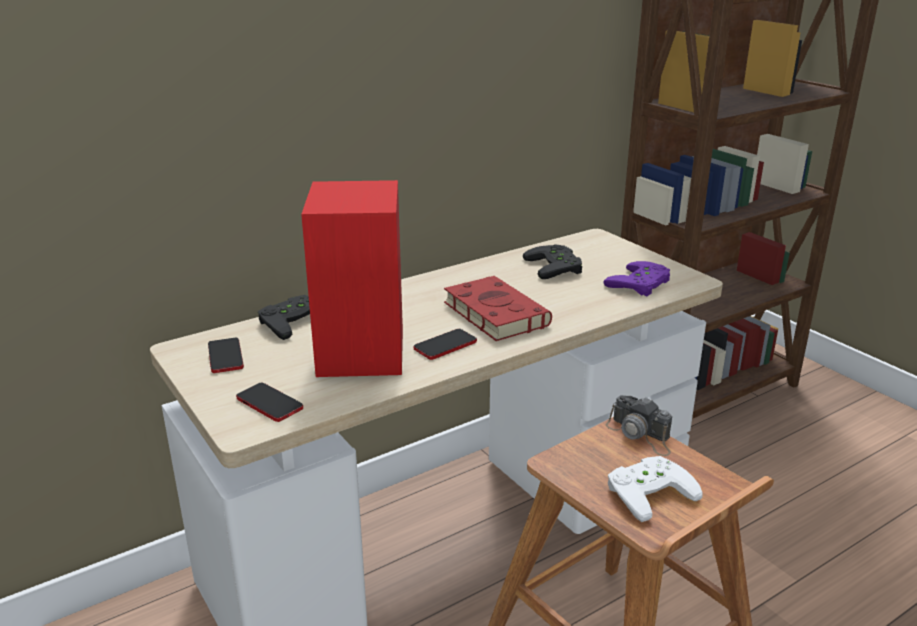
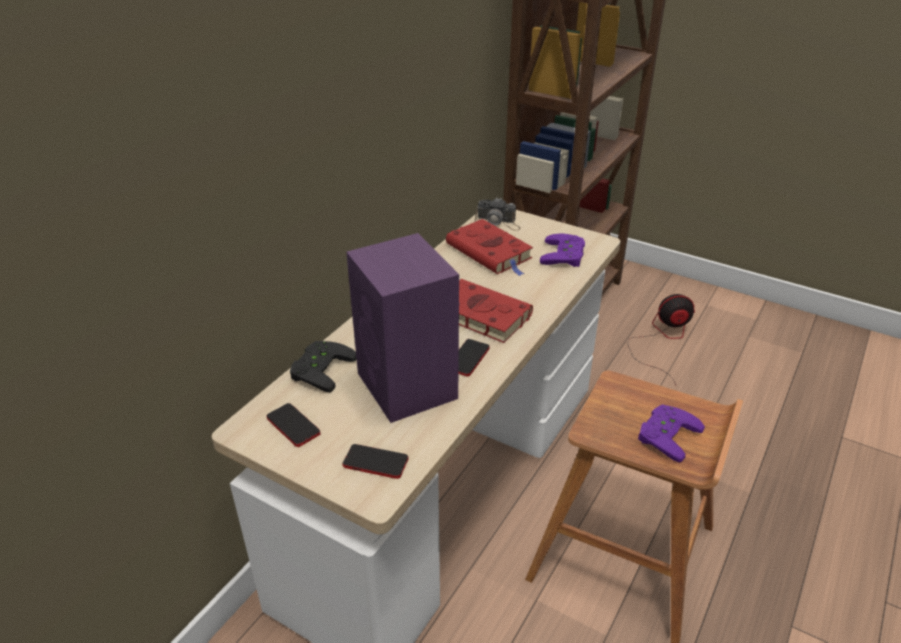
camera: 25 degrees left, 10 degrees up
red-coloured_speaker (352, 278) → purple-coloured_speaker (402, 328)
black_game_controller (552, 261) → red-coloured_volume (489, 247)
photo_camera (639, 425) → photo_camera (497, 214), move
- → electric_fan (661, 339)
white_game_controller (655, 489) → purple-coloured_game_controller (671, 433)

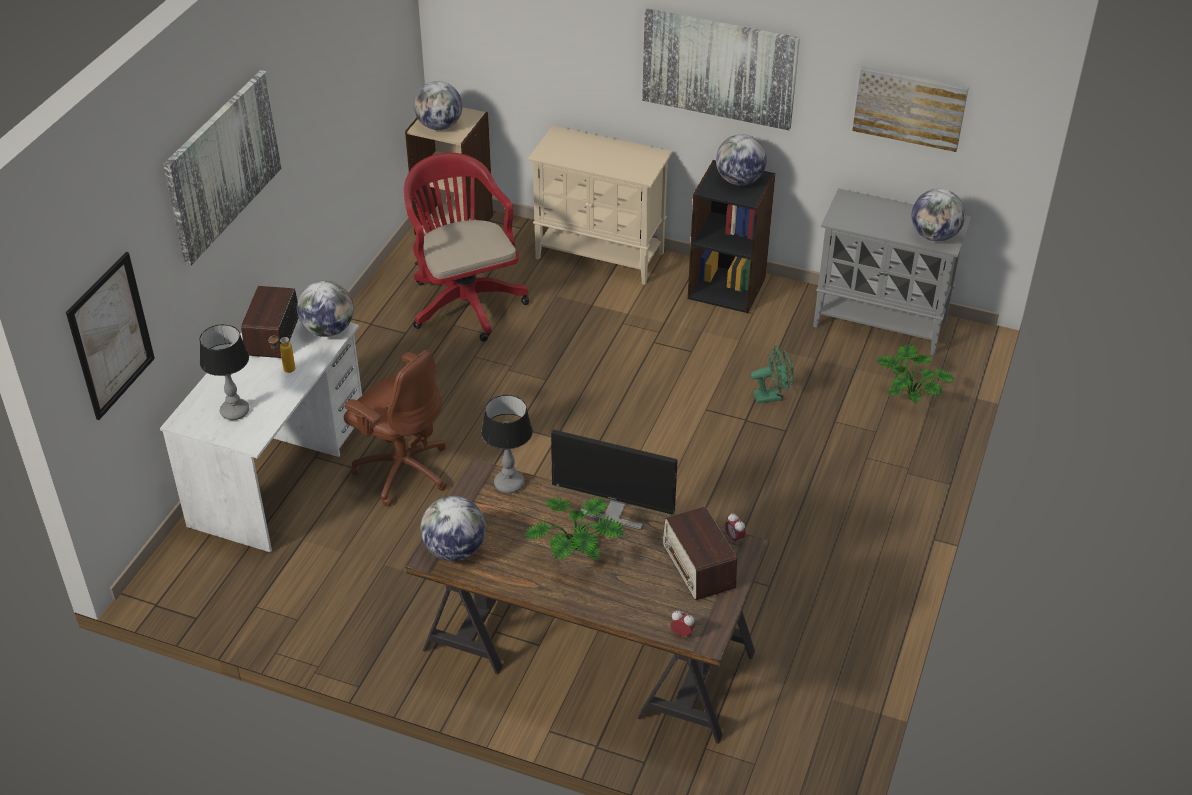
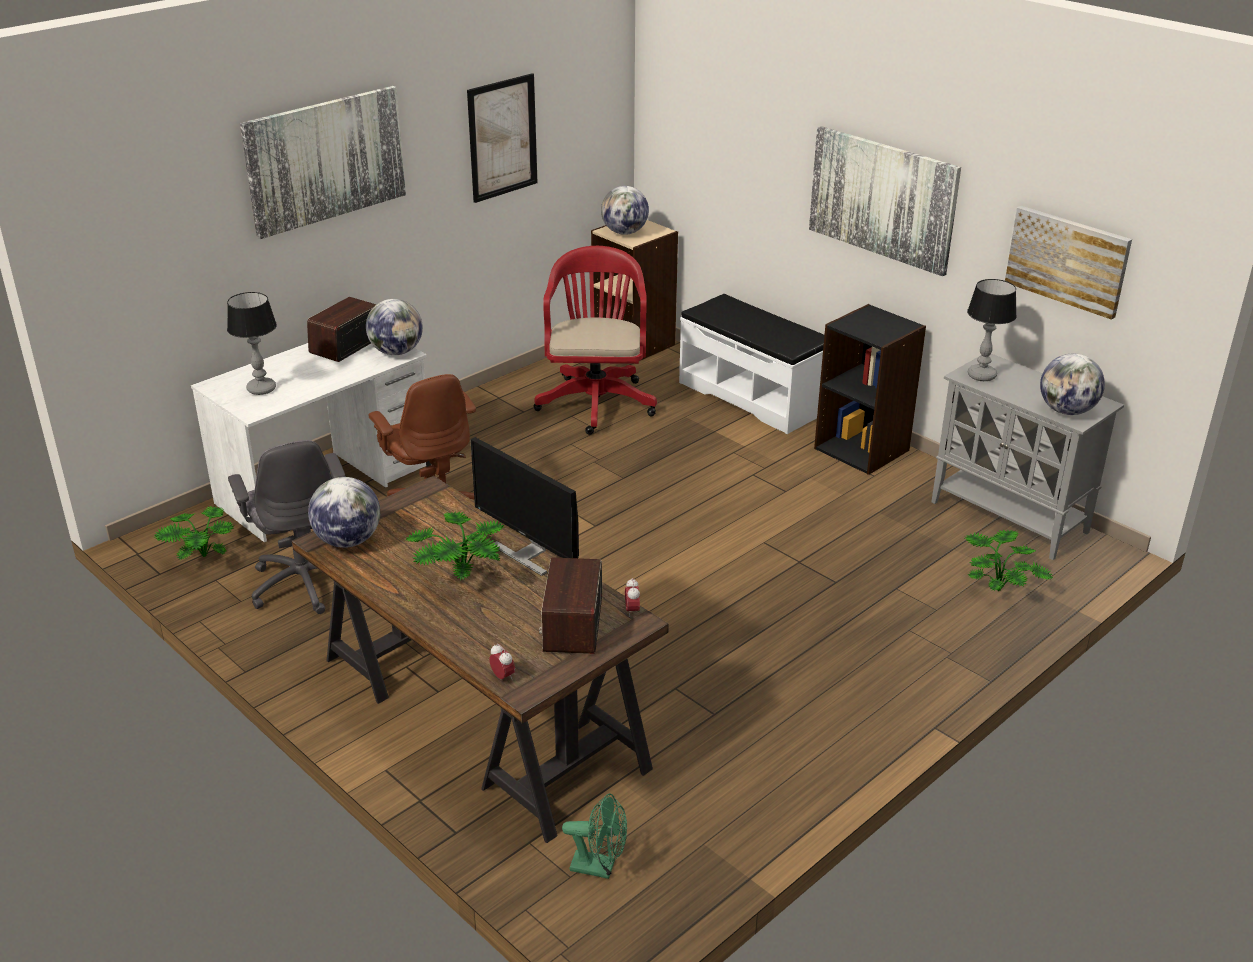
camera: 25 degrees right, 10 degrees down
- → plant_in_a_pot (194, 533)
- → gray_desk_chair (286, 527)
wall_art (110, 336) → wall_art (502, 138), move
green_electric_fan (772, 374) → green_electric_fan (594, 836), move
sand-coloured_cupboard (600, 205) → white_bench (751, 364)
tabletop_lamp (507, 444) → tabletop_lamp (992, 330), move
bottle (281, 354) → -
globe (741, 159) → -

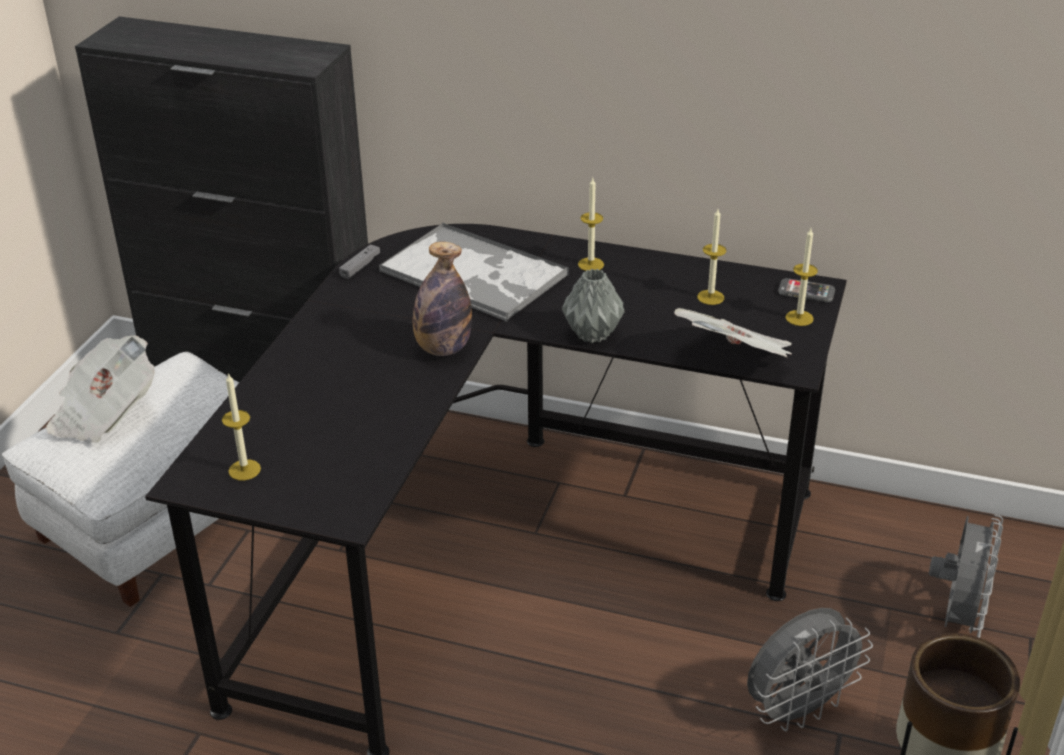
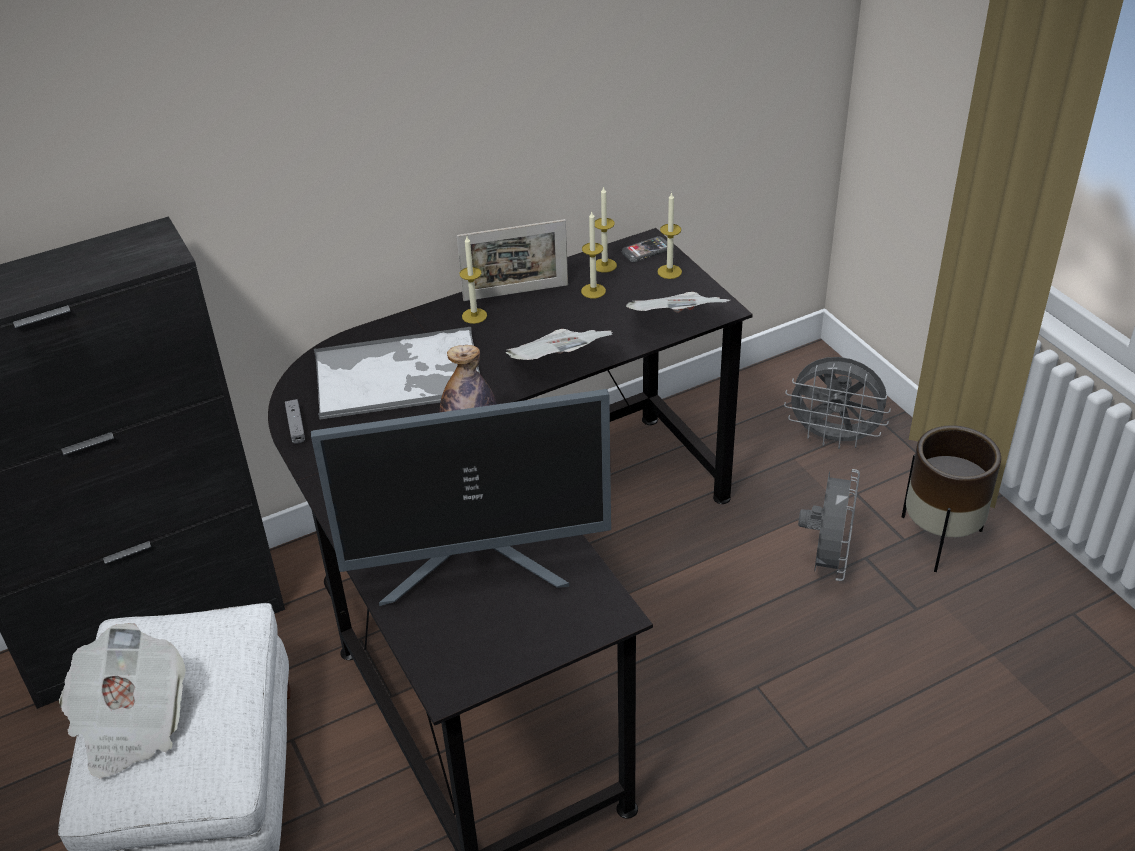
camera: 45 degrees left, 5 degrees up
- → computer_display (461, 497)
- → standing_frame (512, 260)
gray_flower_vase (593, 306) → daily_paper (559, 344)
wax_light (241, 426) → wax_light (606, 229), move
gray_electric_fan (966, 576) → gray_electric_fan (837, 403), 135 degrees clockwise

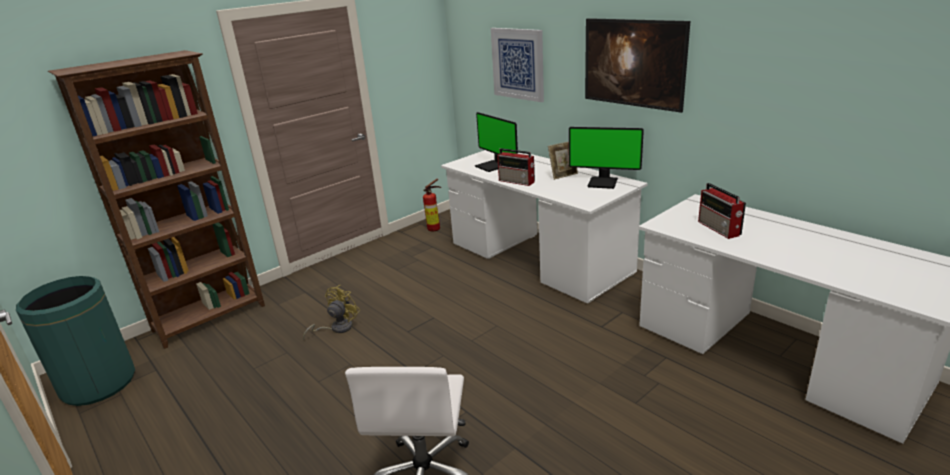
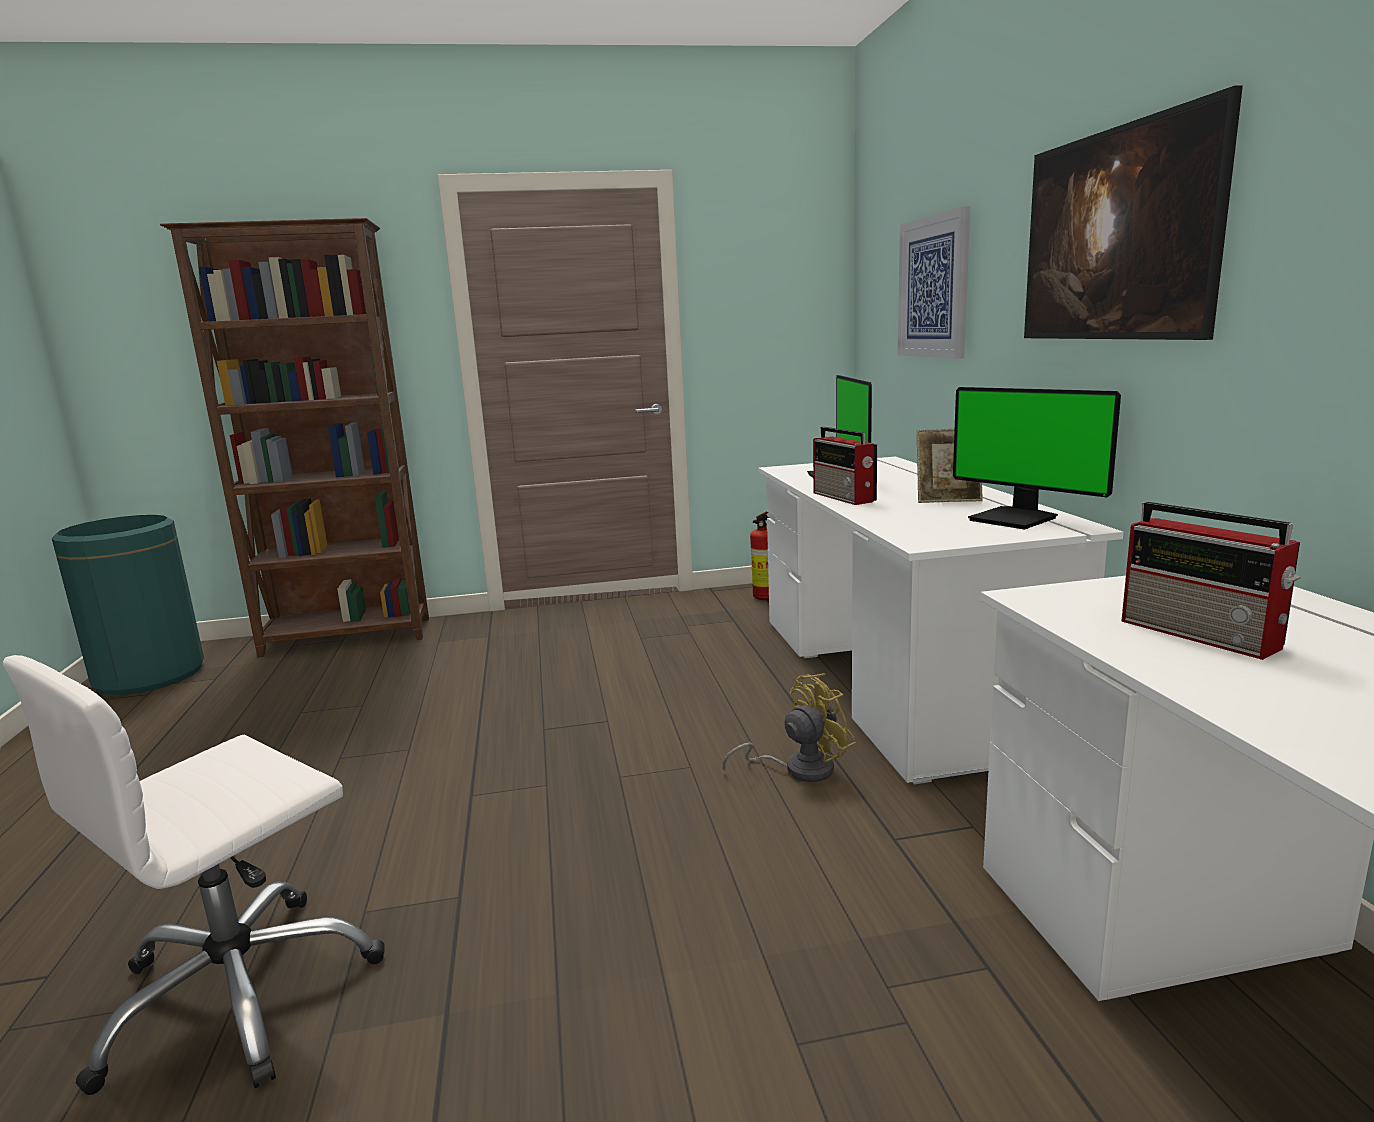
camera: 30 degrees right, 10 degrees down
yellow_electric_fan (331, 312) → yellow_electric_fan (789, 727), move
radio (722, 211) → radio (1210, 581), 45 degrees counterclockwise

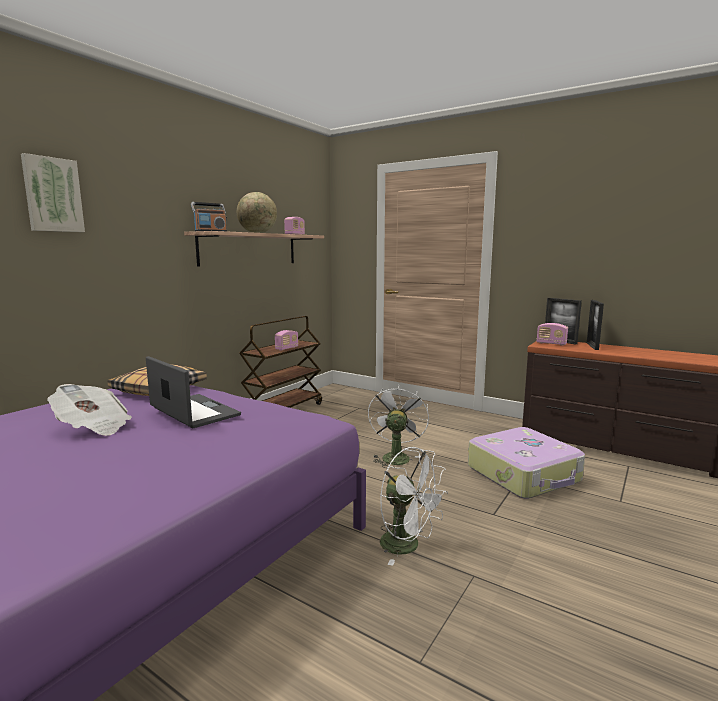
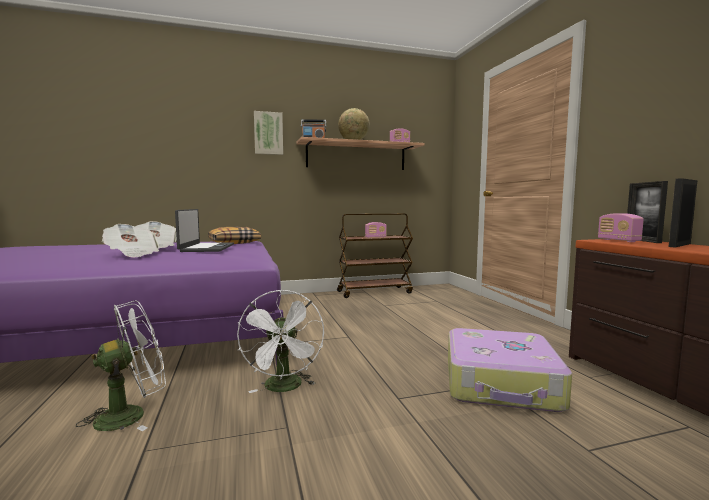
camera: 40 degrees right, 5 degrees down
white_electric_fan (398, 426) → white_electric_fan (121, 365), move
- → daily_paper (130, 240)
wall_art (53, 192) → wall_art (268, 133), move

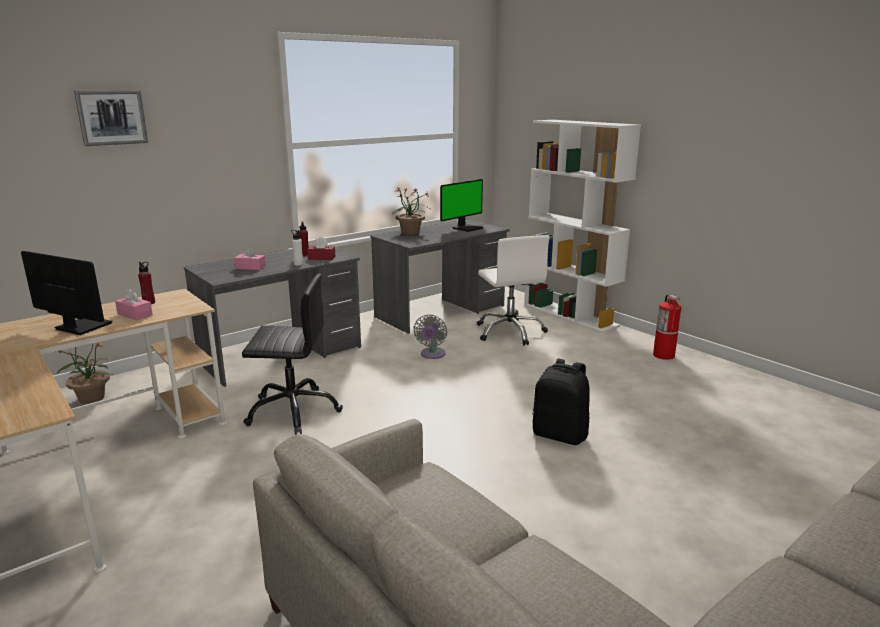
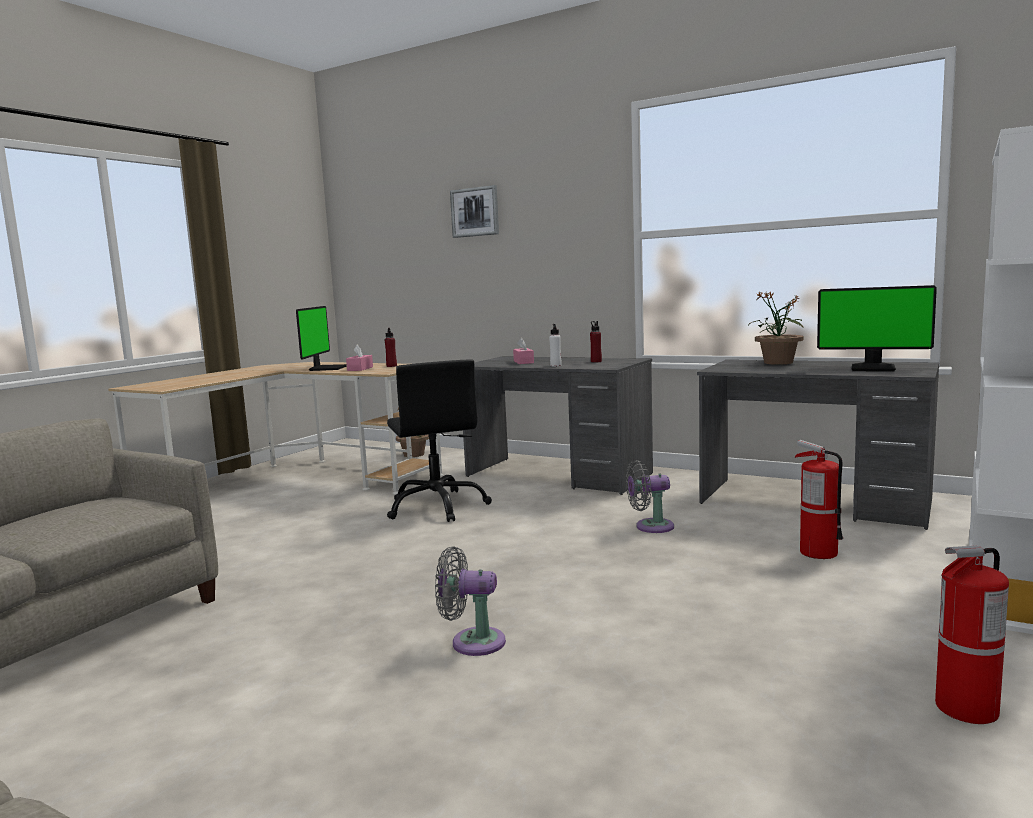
camera: 70 degrees right, 10 degrees down
black_rucksack (561, 402) → gray_electric_fan (470, 601)
white_desk_chair (513, 290) → fire_extinguisher (818, 499)
red-coloured_tissue_holder (321, 248) → -

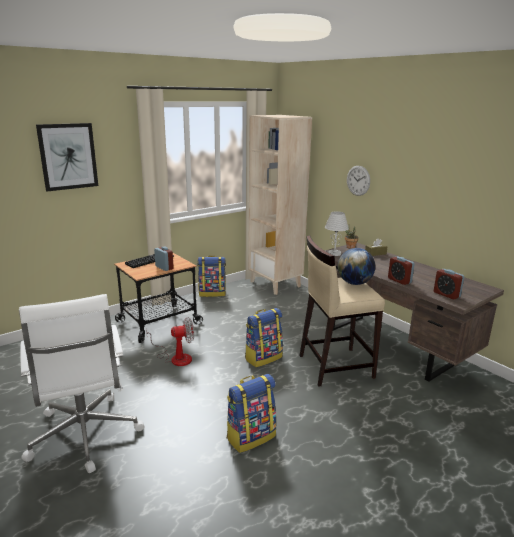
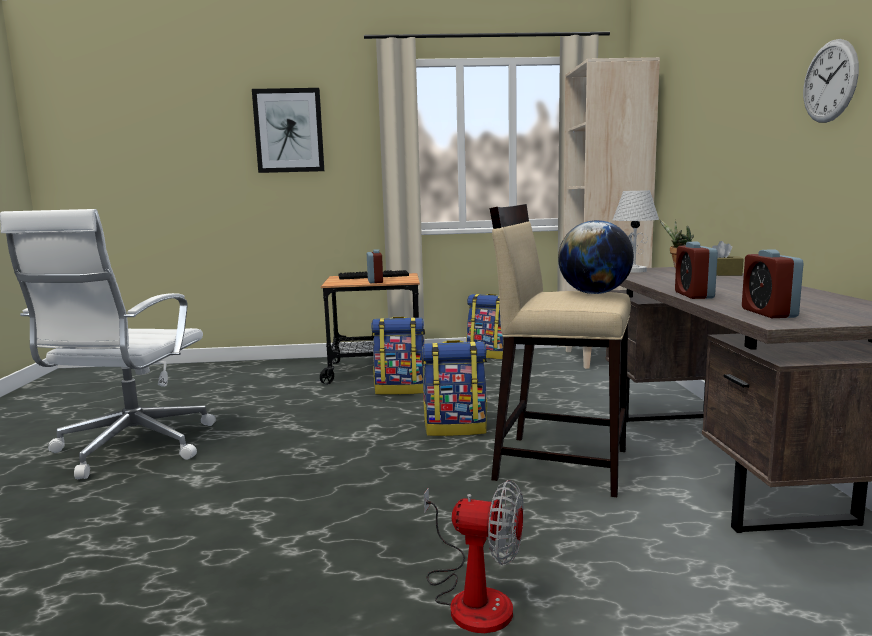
camera: 35 degrees right, 10 degrees down
rucksack (252, 413) → rucksack (398, 355), move
electric_fan (170, 342) → electric_fan (474, 556), move
wall_clock (358, 181) → wall_clock (831, 81), move

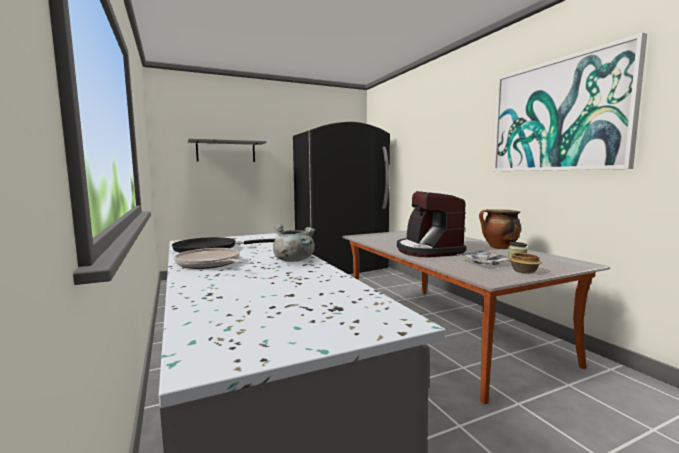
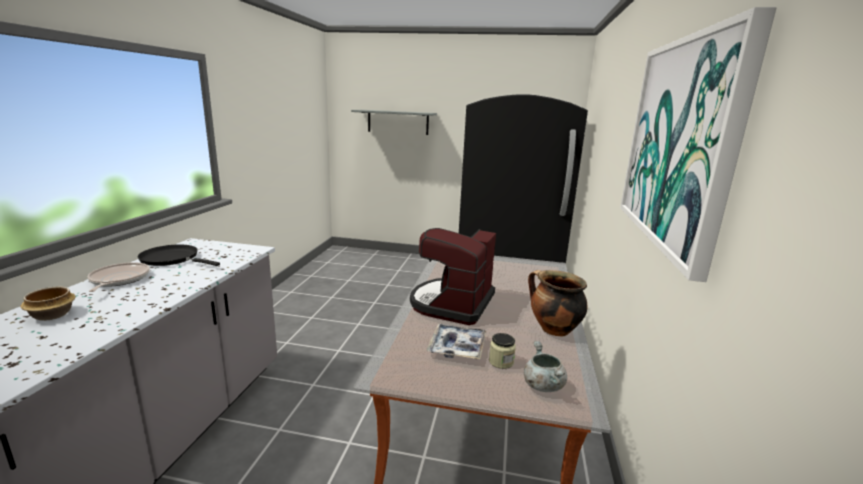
camera: 35 degrees right, 10 degrees up
deep_dish (525, 263) → deep_dish (48, 304), move
gray_cooking_pot (294, 243) → gray_cooking_pot (545, 366), move

